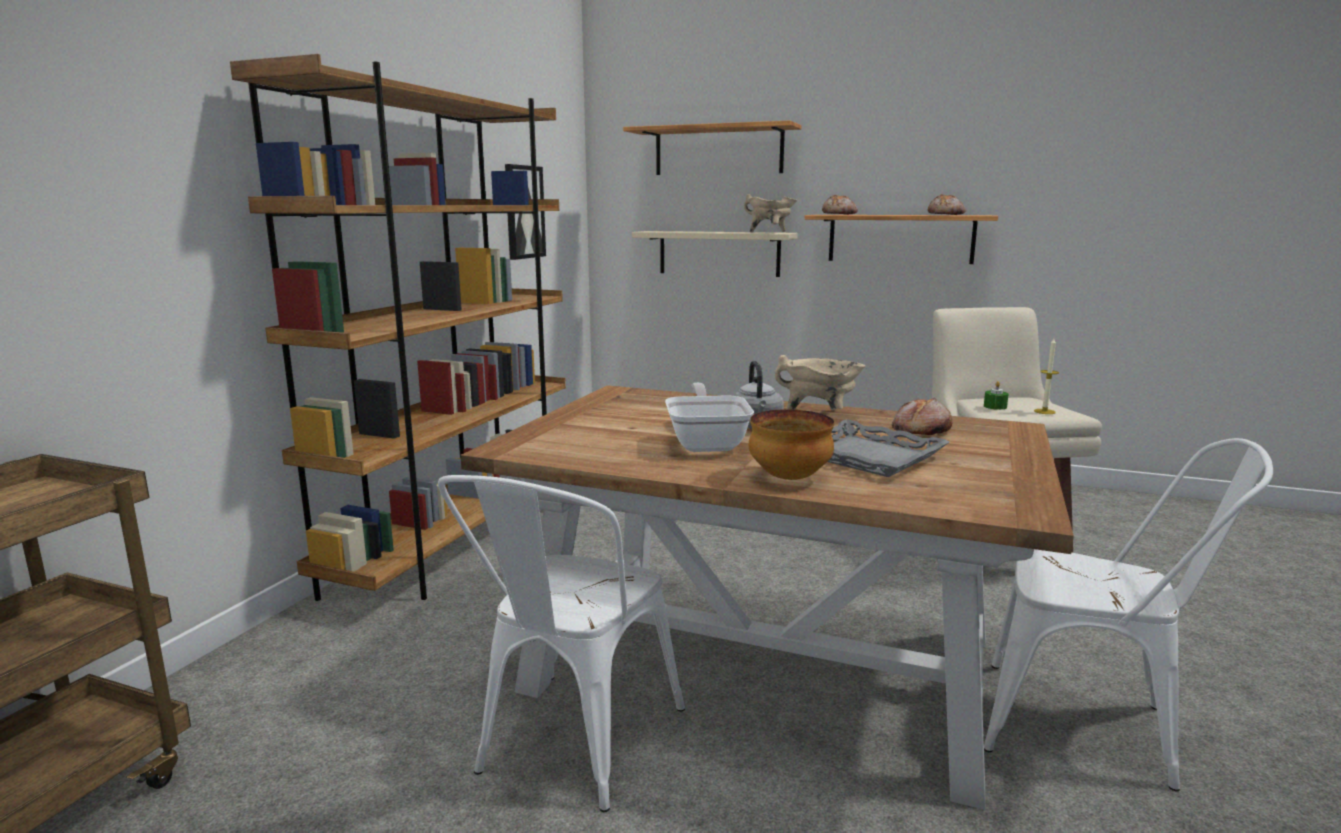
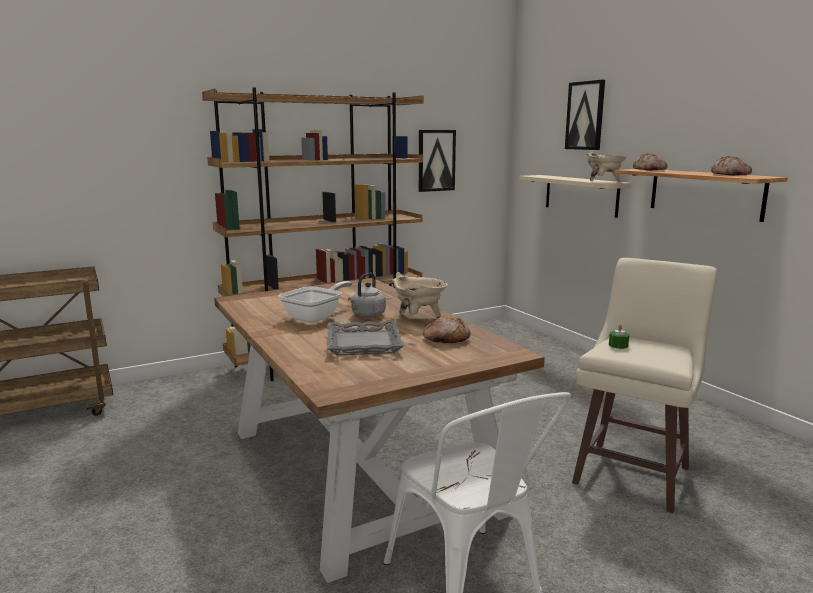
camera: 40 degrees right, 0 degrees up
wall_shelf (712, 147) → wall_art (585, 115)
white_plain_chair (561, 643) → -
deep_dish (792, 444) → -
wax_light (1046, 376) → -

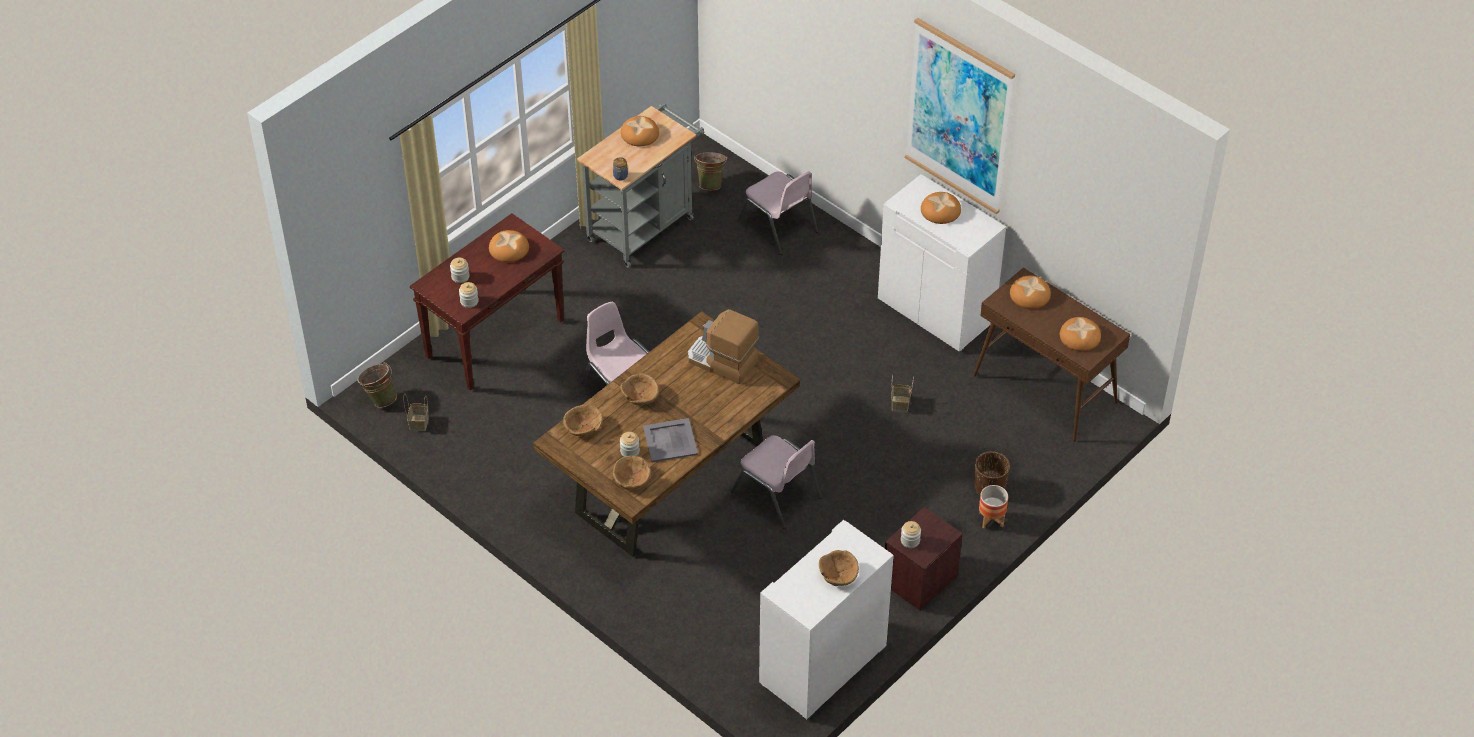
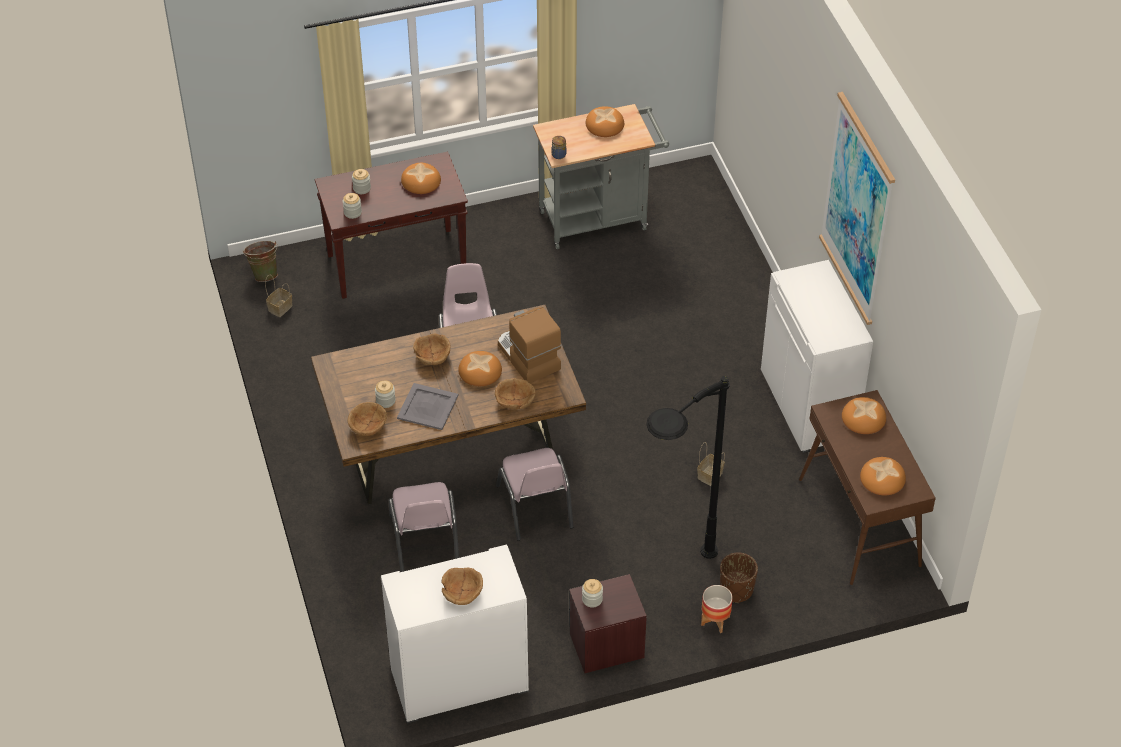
camera: 30 degrees right, 0 degrees up
pink_plain_chair (777, 213) → pink_plain_chair (424, 527), move
baked_bread (941, 208) → baked_bread (480, 368), move
brownish_deep_dish (583, 420) → brownish_deep_dish (515, 393), move
- → black_floor_lamp (688, 467)
green_water_bucket (710, 171) → -

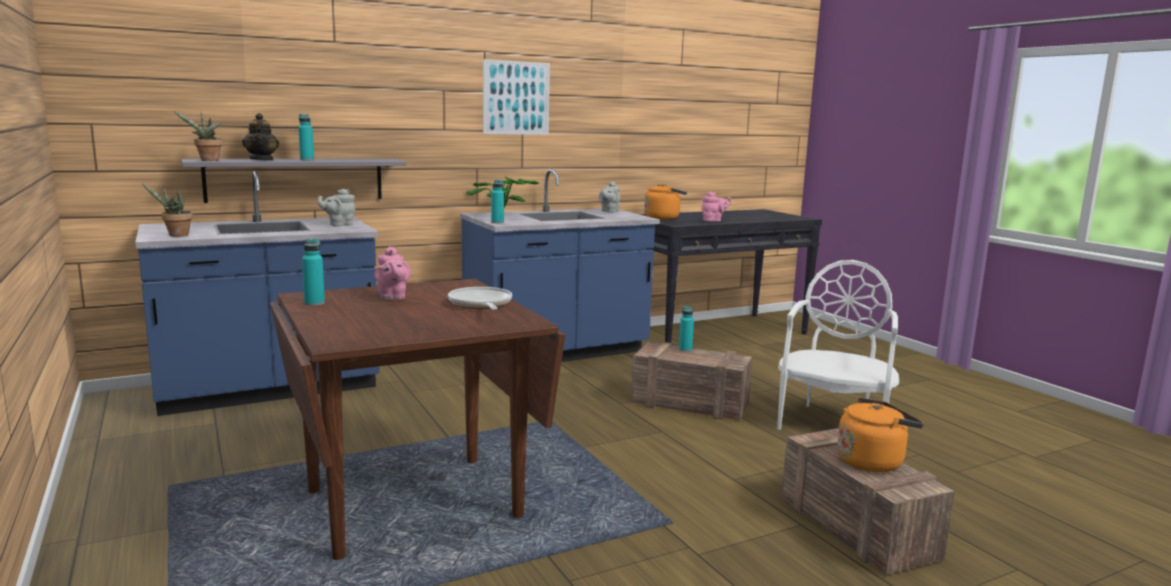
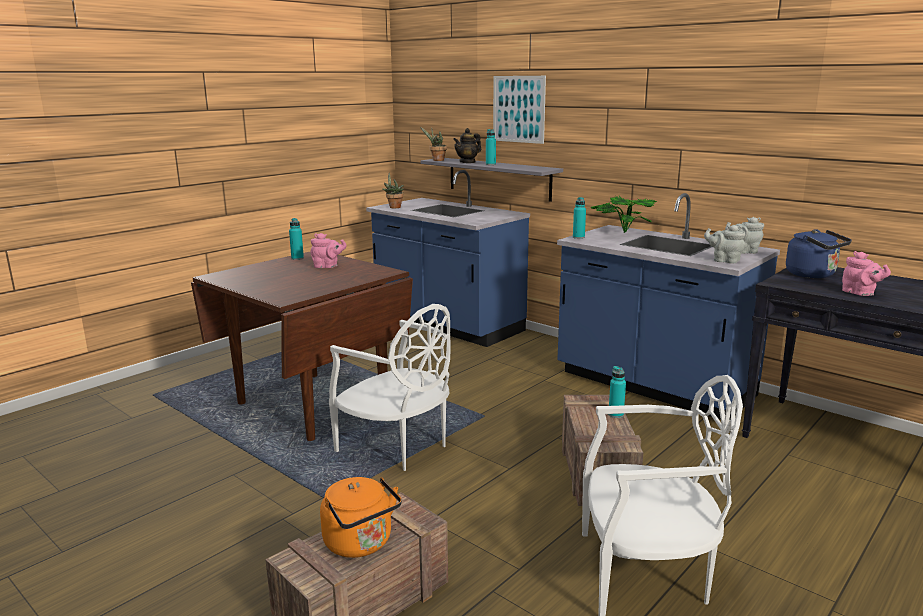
camera: 70 degrees right, 5 degrees up
pink_teapot (392, 273) → pink_teapot (328, 250), 135 degrees counterclockwise
- → white_plain_chair (390, 387)
wall_art (516, 97) → wall_art (519, 110), move
gray_teapot (336, 208) → gray_teapot (724, 244), move
orange_kettle (665, 202) → bluish_kettle (819, 253)
skillet (480, 298) → -

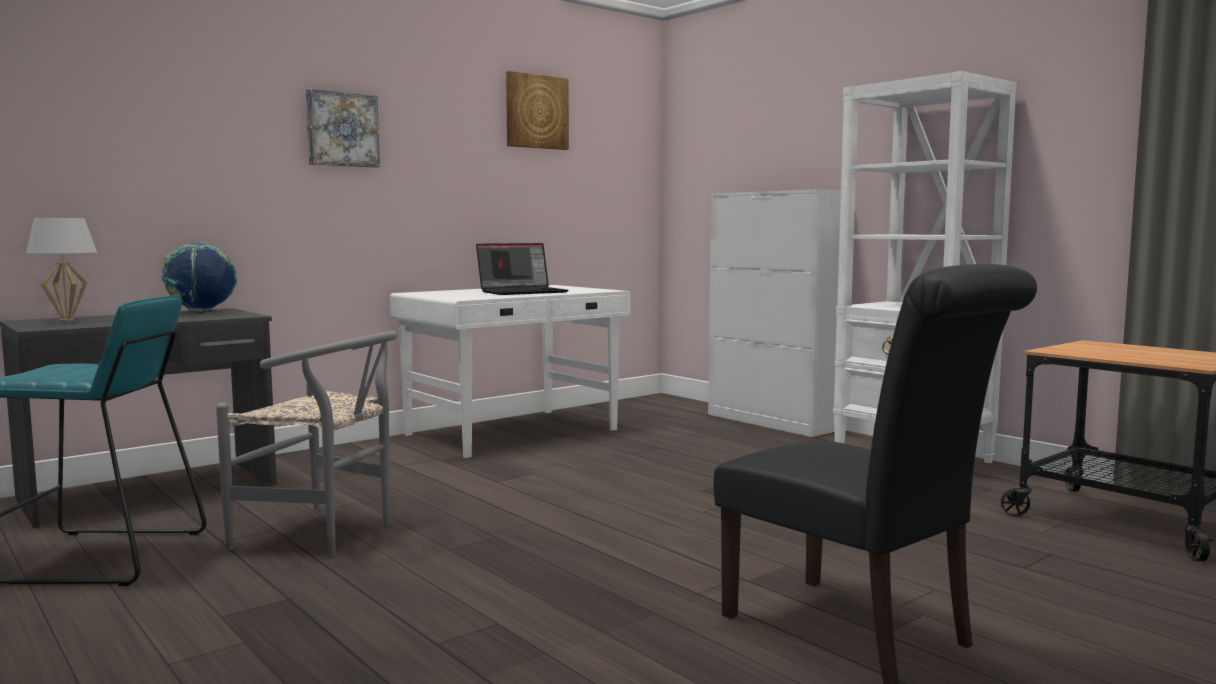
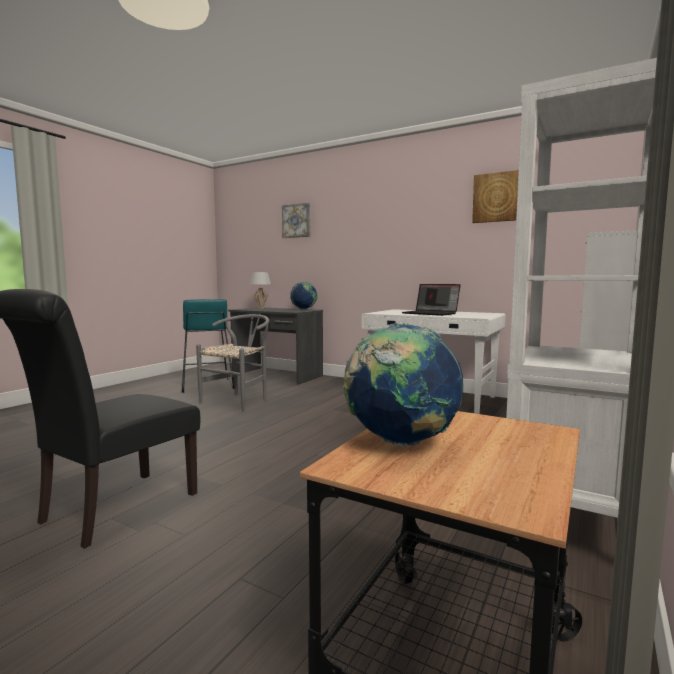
camera: 70 degrees right, 0 degrees up
gray_plain_chair (306, 443) → gray_plain_chair (233, 362), 150 degrees counterclockwise
wall_art (343, 128) → wall_art (296, 220), move
- → globe (403, 384)

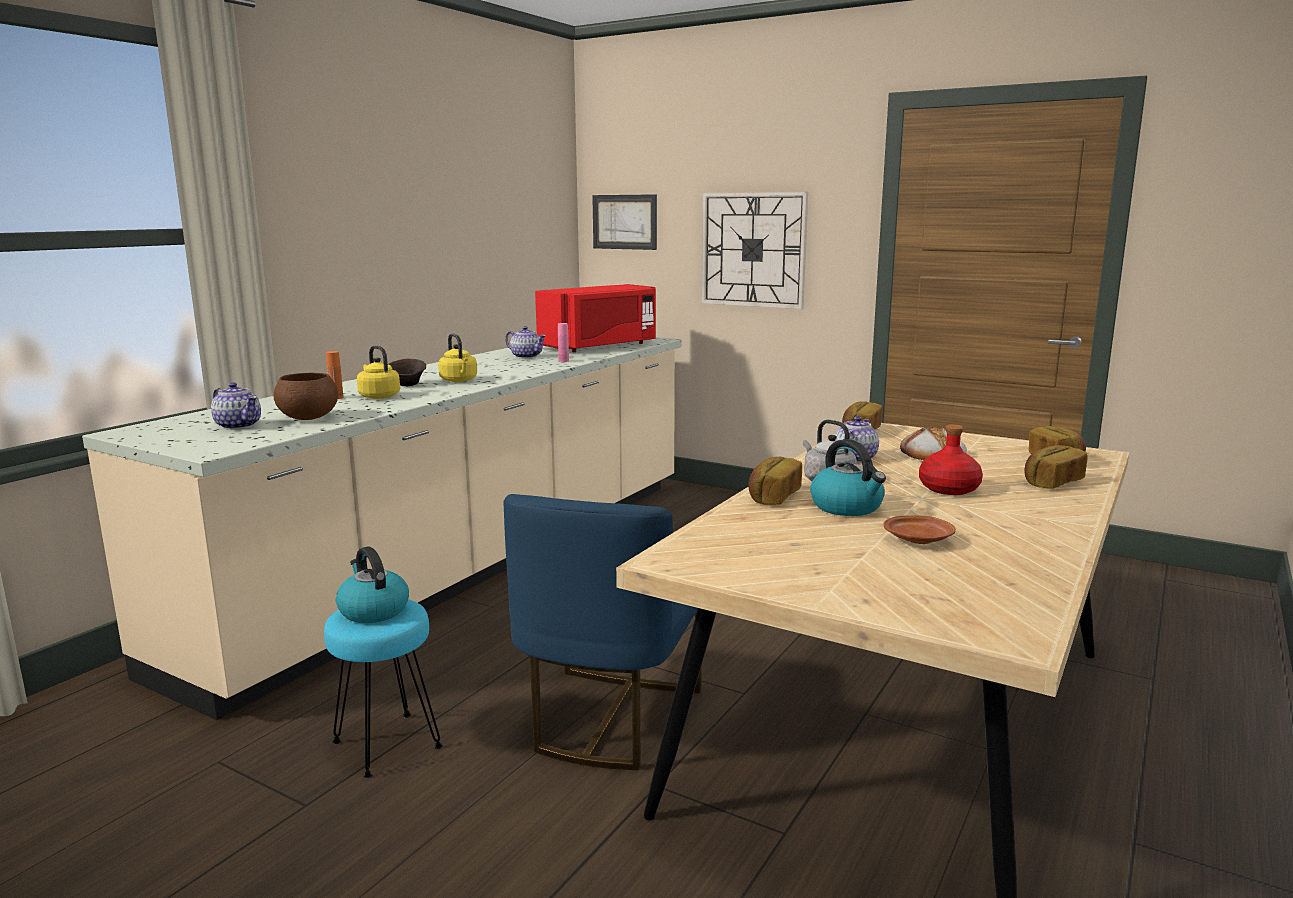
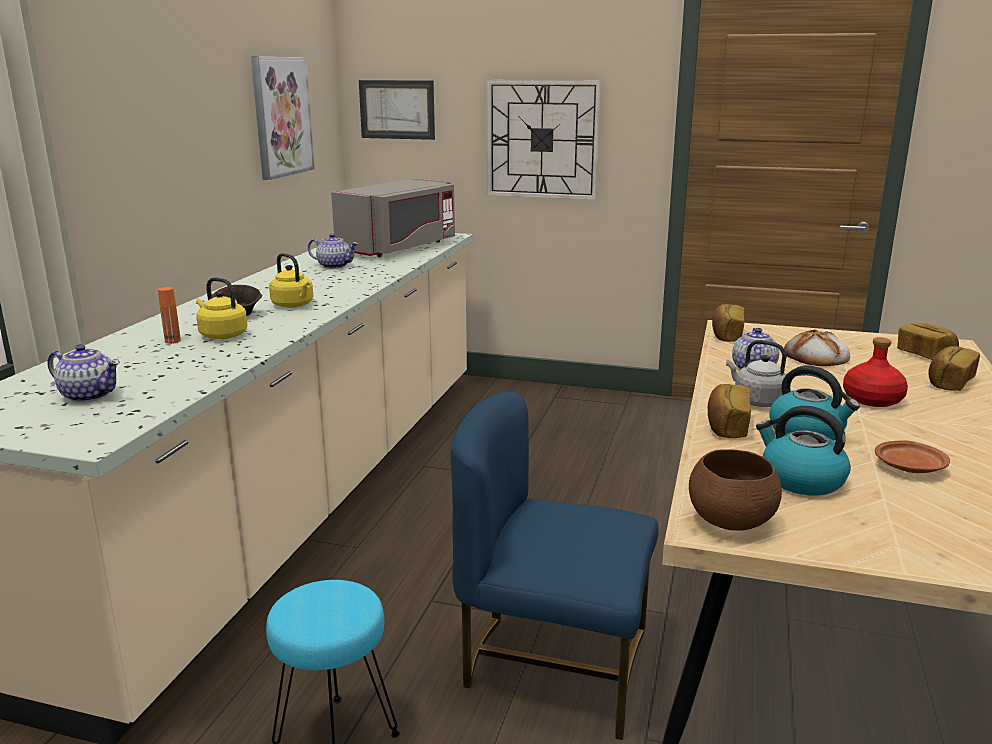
camera: 15 degrees left, 5 degrees up
- → wall_art (283, 118)
red-coloured_microwave_oven (595, 318) → gray_microwave_oven (393, 218)
bluish_plain_chair (602, 632) → bluish_plain_chair (554, 566), 105 degrees clockwise
brownish_deep_dish (305, 396) → brownish_deep_dish (735, 490), move
kettle (372, 584) → kettle (803, 450), move
pink_bottle (563, 342) → -

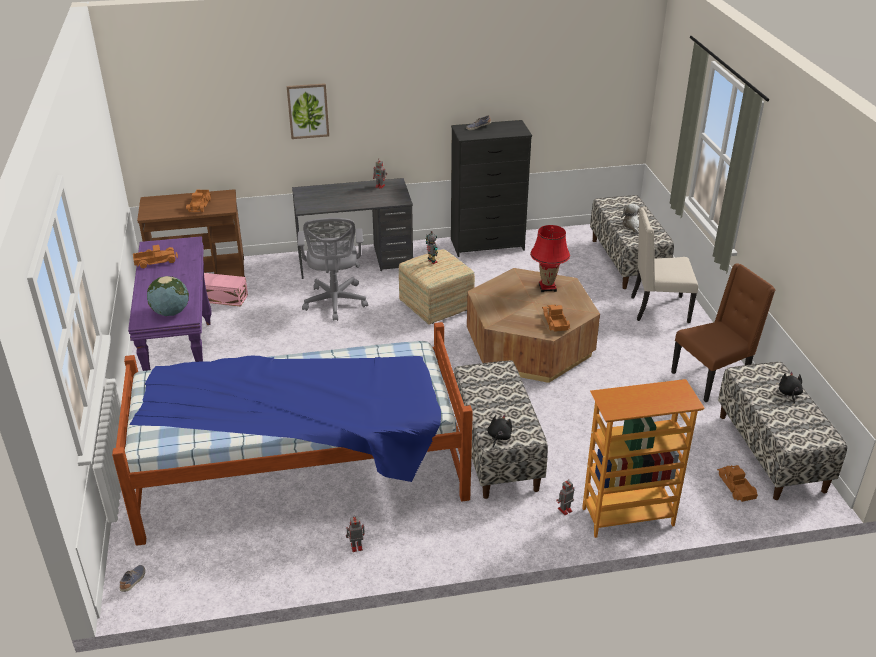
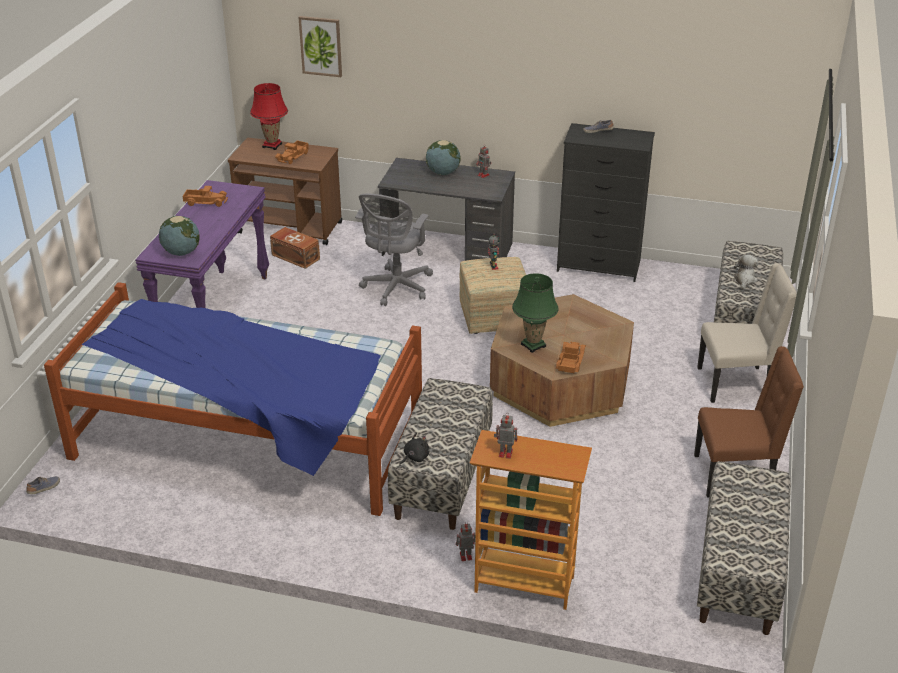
camera: 25 degrees right, 0 degrees up
red-coloured_tabletop_lamp (550, 258) → red-coloured_tabletop_lamp (269, 116), move
pink_storage_container (226, 290) → brownish_storage_container (295, 248)
wall_art (308, 111) → wall_art (320, 46), move
- → globe (443, 157)
robot_figure (355, 534) → robot_figure (505, 437), move
- → green_tabletop_lamp (535, 313)
sand-coloured_plain_chair (664, 265) → sand-coloured_plain_chair (747, 333), 150 degrees clockwise
toy_lorry (737, 483) → -
black_soft_toy (791, 388) → -

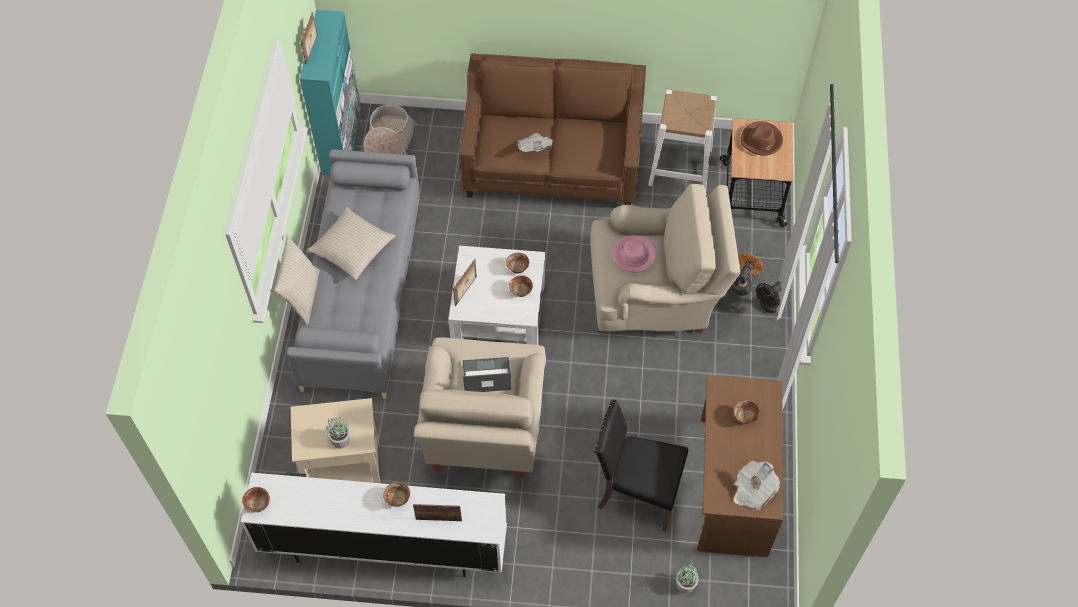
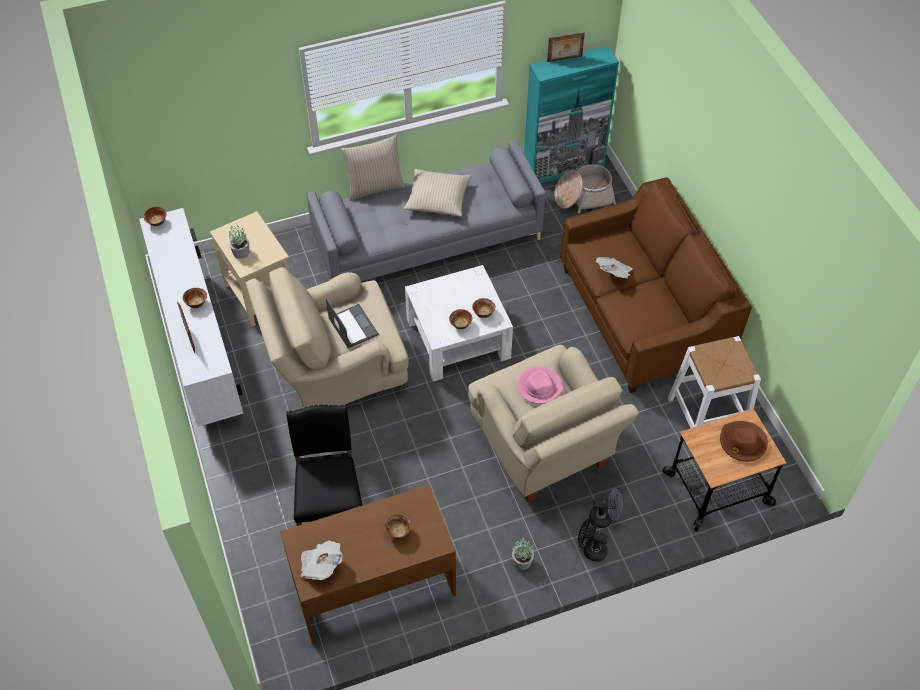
camera: 65 degrees right, 5 degrees down
plant_in_a_pot (687, 579) → plant_in_a_pot (523, 554), move
orange_electric_fan (747, 274) → gray_electric_fan (606, 508)
standing_frame (465, 282) → -

